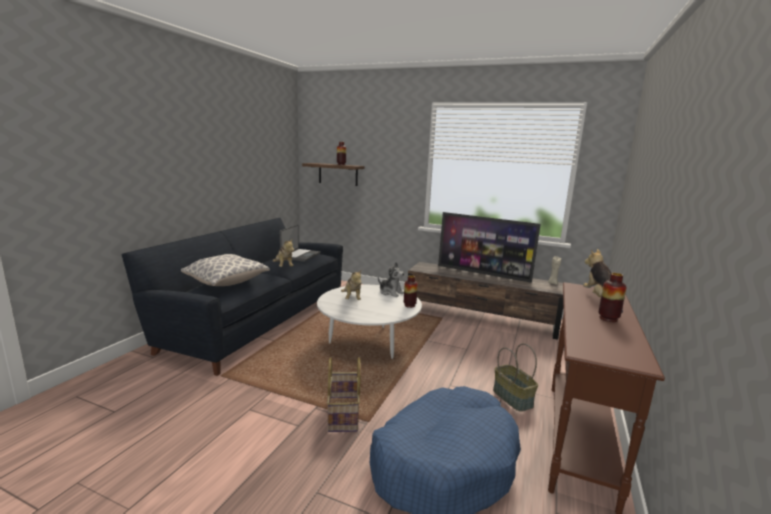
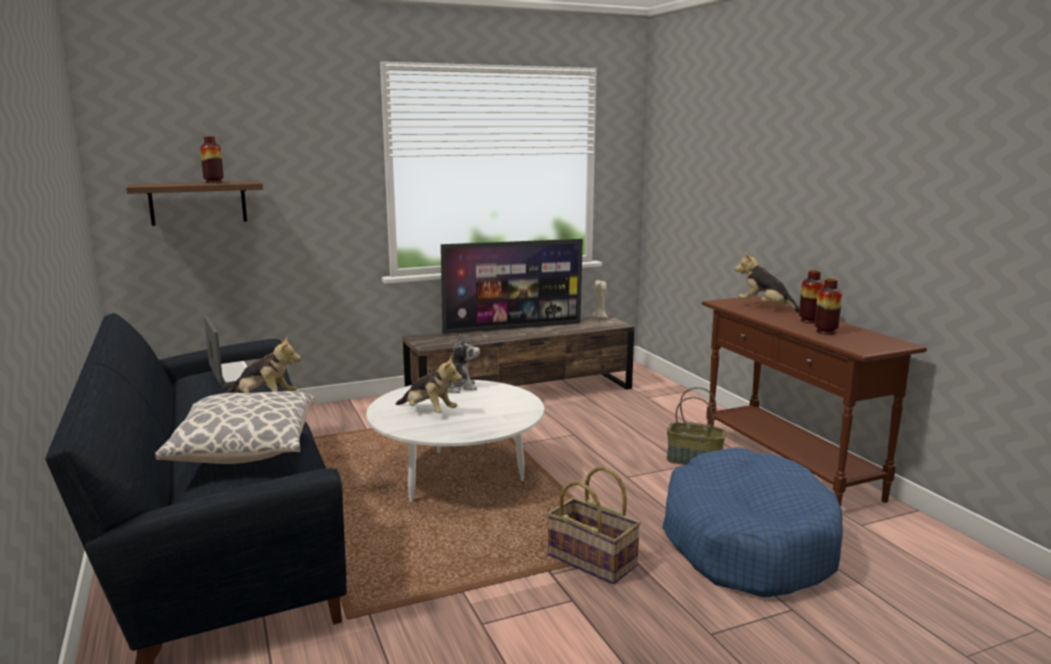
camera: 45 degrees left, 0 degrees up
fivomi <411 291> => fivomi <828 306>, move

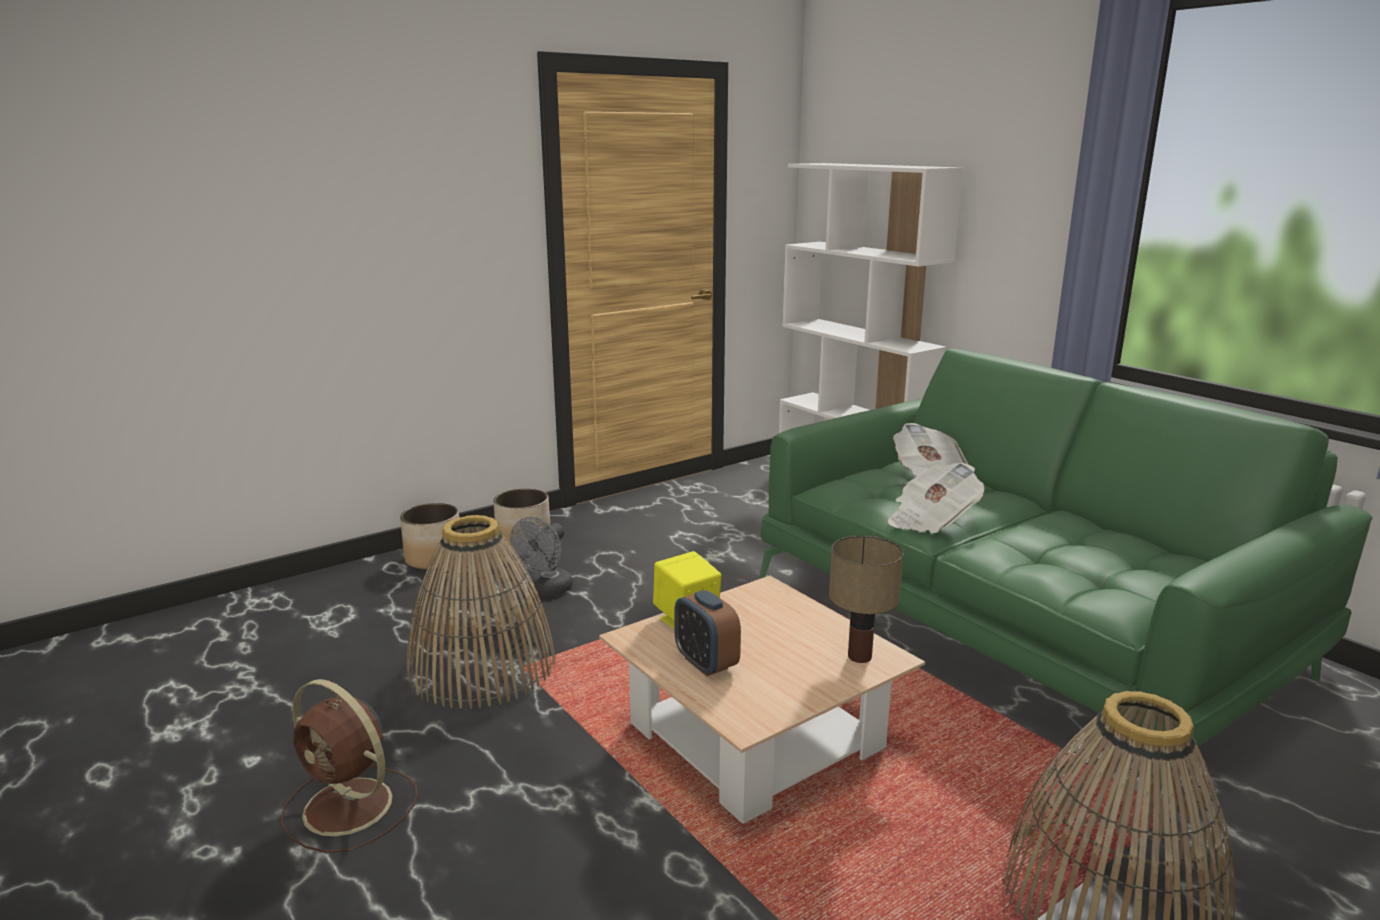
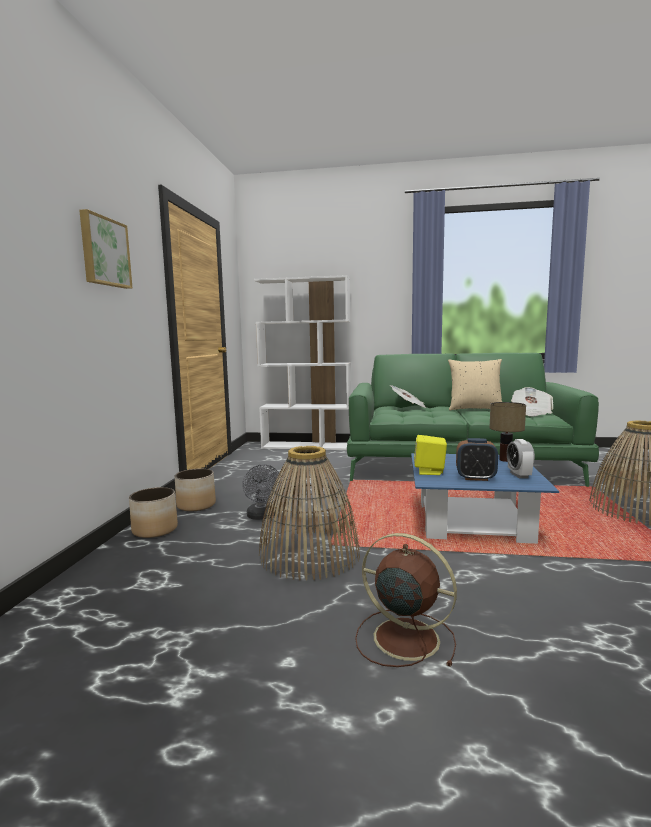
camera: 45 degrees left, 10 degrees down
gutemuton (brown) <349 766> => gutemuton (brown) <406 600>, 135 degrees counterclockwise
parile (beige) <762 700> => parile (blue) <485 498>
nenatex <936 498> => nenatex <532 402>, move
nothing => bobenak <105 249>
nothing => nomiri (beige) <475 384>
nothing => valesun <521 458>

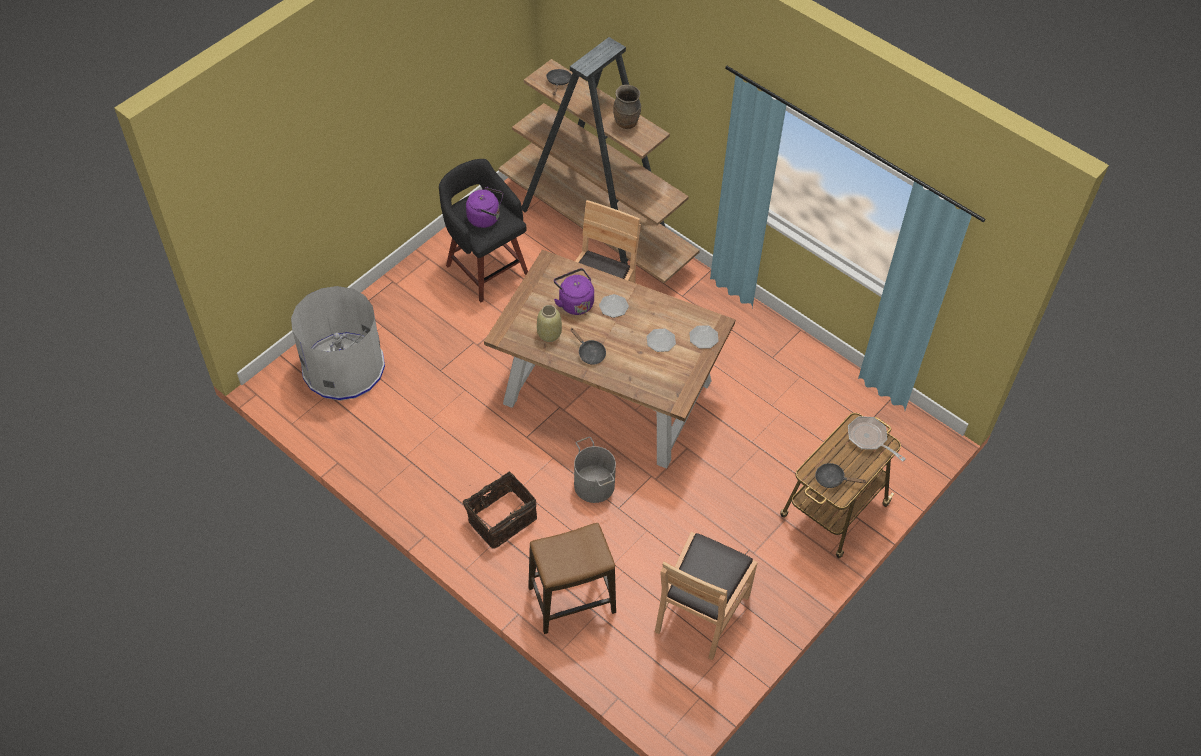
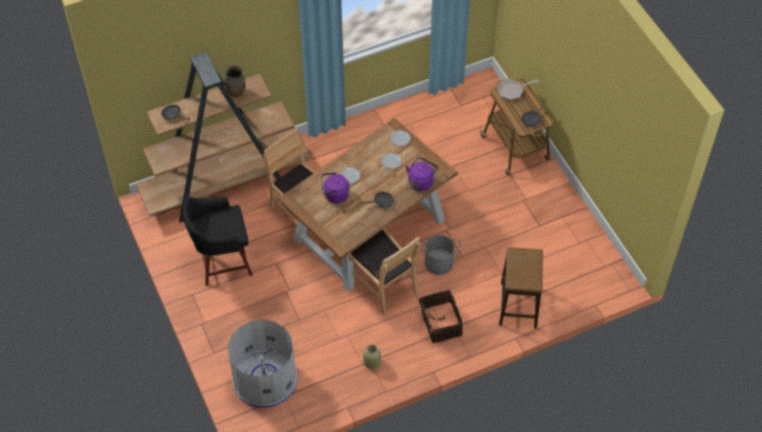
camera: 65 degrees left, 0 degrees up
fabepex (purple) <484 207> => fabepex (purple) <422 174>, move
fivomi (beige) <549 323> => fivomi (beige) <372 357>, move
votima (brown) <706 596> => votima (brown) <384 272>, move

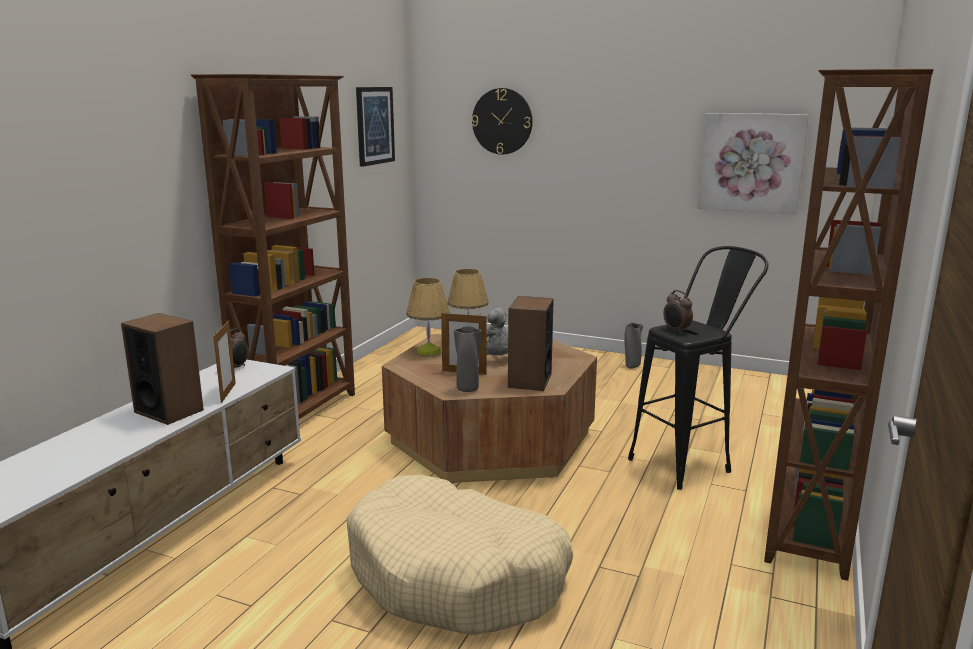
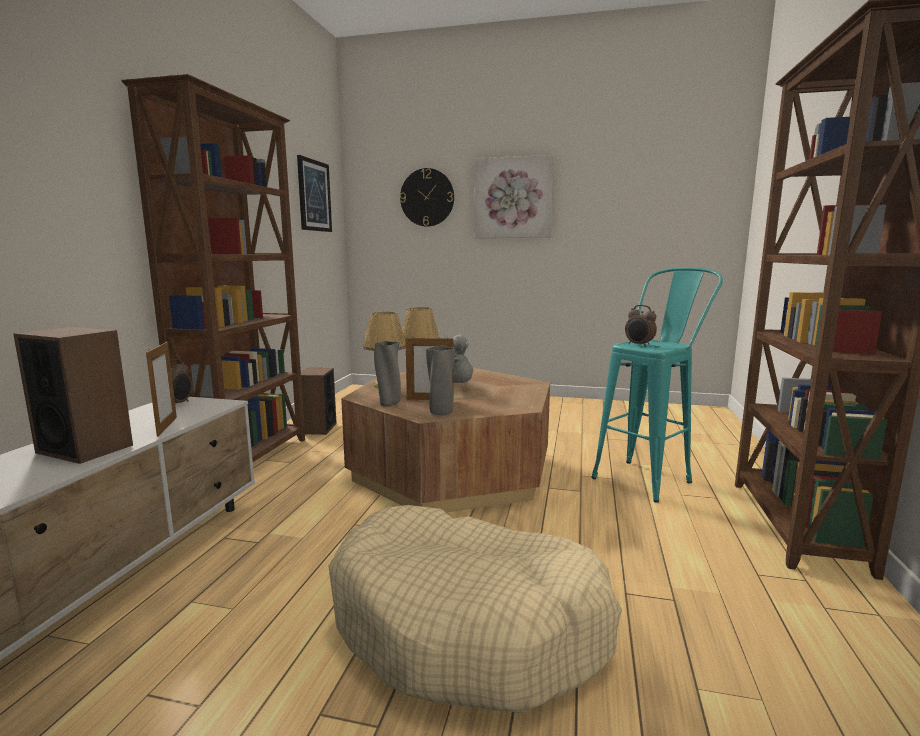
camera: 10 degrees left, 5 degrees down
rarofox <531 343> => rarofox <319 401>, move
fivomi (grey) <633 346> => fivomi (grey) <387 373>, move
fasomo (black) <698 368> => fasomo (turquoise) <657 384>
bobenak <753 164> => bobenak <514 196>, move

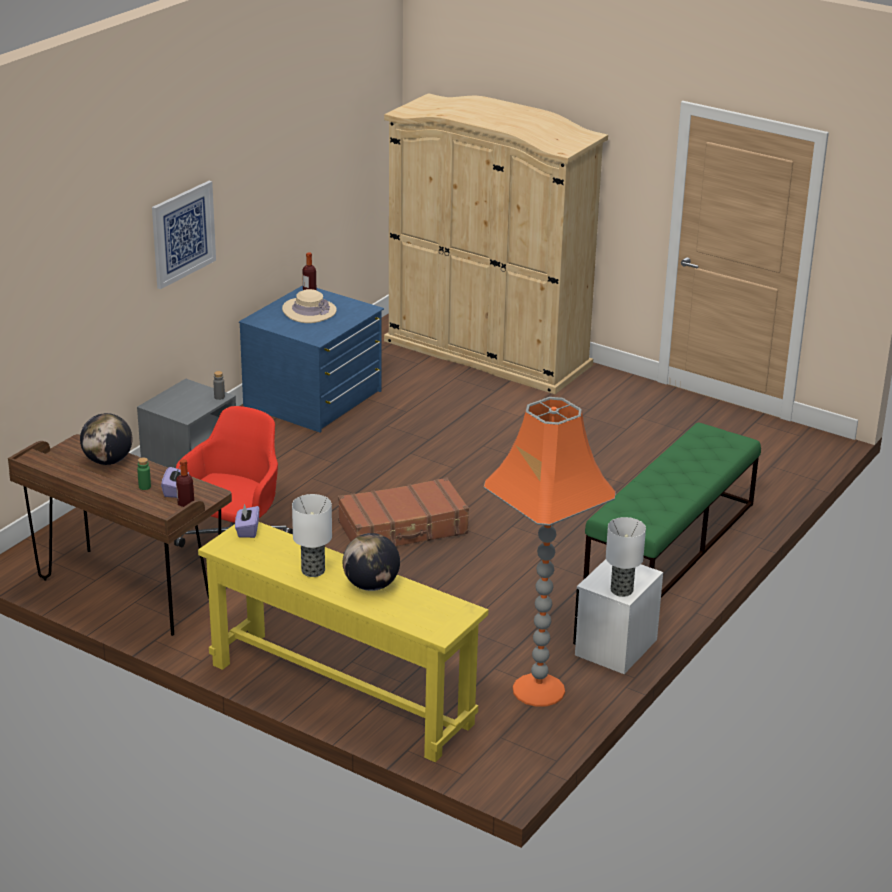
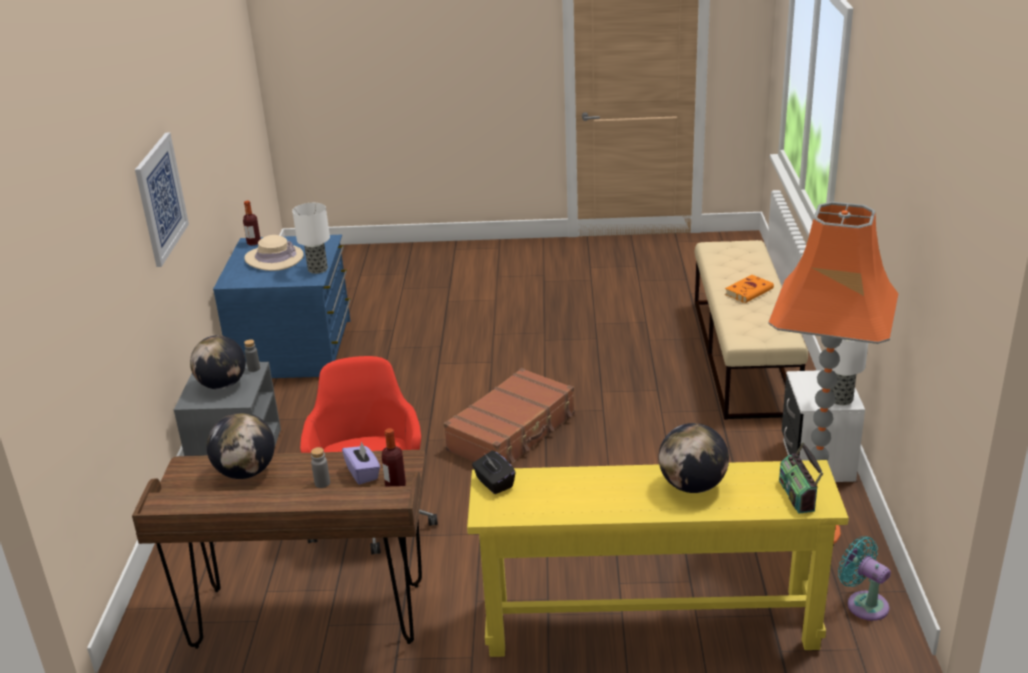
camera: 30 degrees left, 0 degrees up
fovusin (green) <144 473> => fovusin (grey) <320 467>
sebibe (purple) <247 521> => sebibe (black) <494 472>
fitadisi <312 535> => fitadisi <311 238>, move
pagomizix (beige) <496 243> => nothing
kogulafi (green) <672 510> => kogulafi (beige) <751 330>
nothing => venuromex <218 362>
nothing => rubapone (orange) <749 289>
nothing => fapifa <801 478>
nothing => gutemuton (turquoise) <864 578>

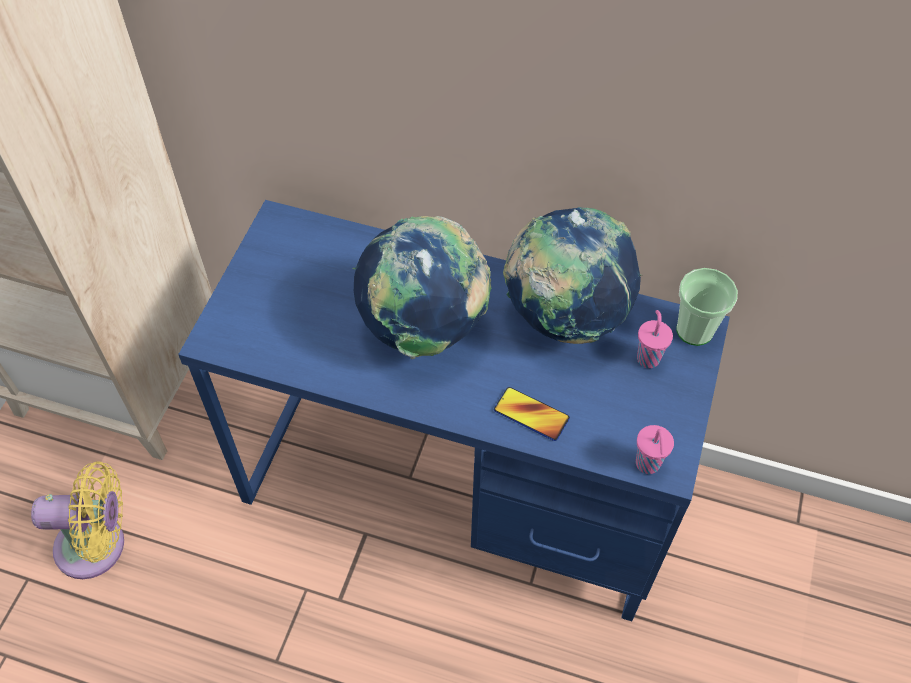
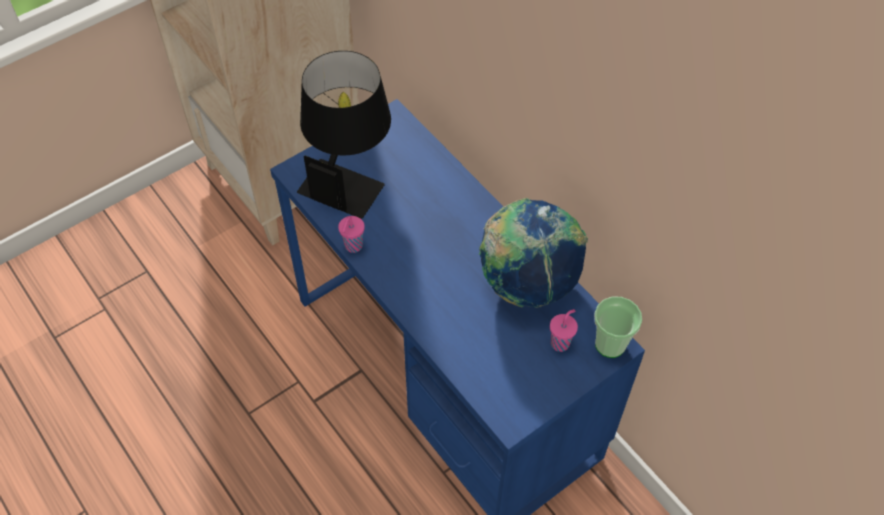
camera: 35 degrees right, 0 degrees up
gutemuton (yellow) <77 520> => nothing
venuromex <422 287> => nothing
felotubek <532 414> => nothing
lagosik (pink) <655 449> => lagosik (pink) <351 234>, move
nothing => fitadisi (black) <344 135>

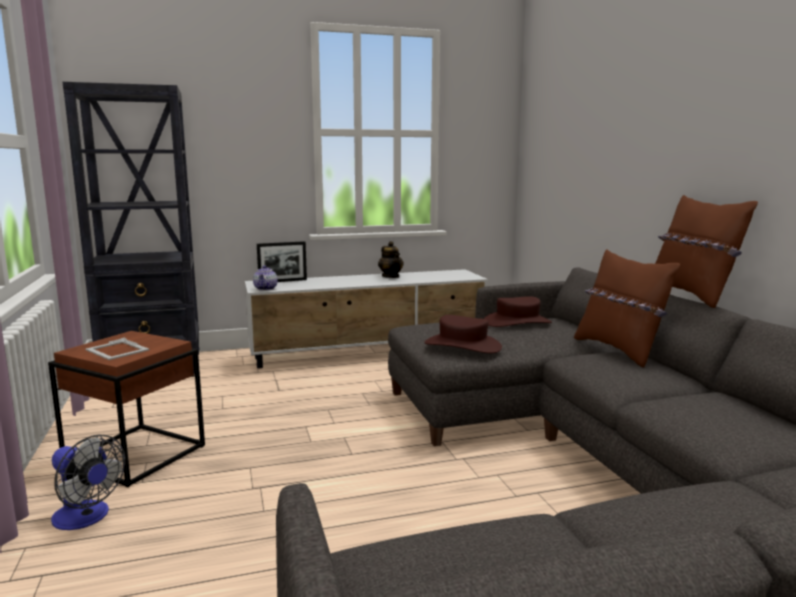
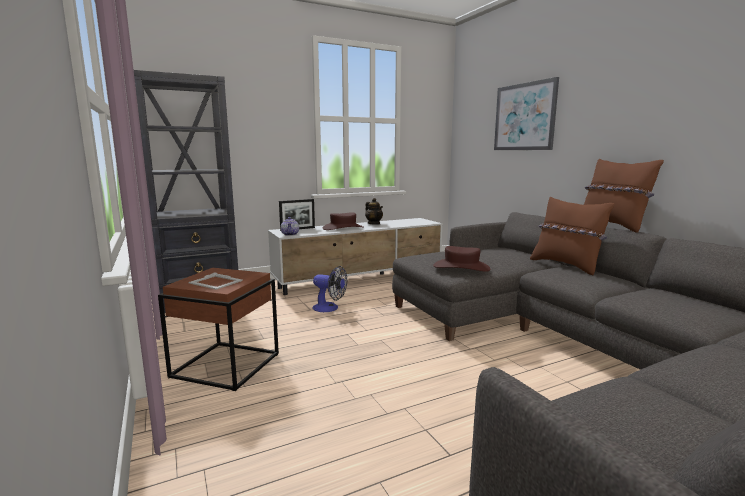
camera: 10 degrees left, 0 degrees up
gutemuton <88 482> => gutemuton <330 289>, move
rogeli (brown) <518 311> => rogeli (brown) <343 221>, move
nothing => bobenak <526 113>

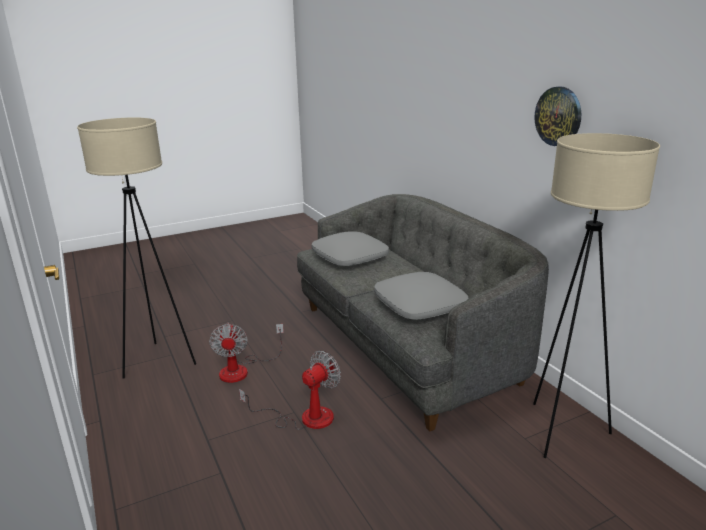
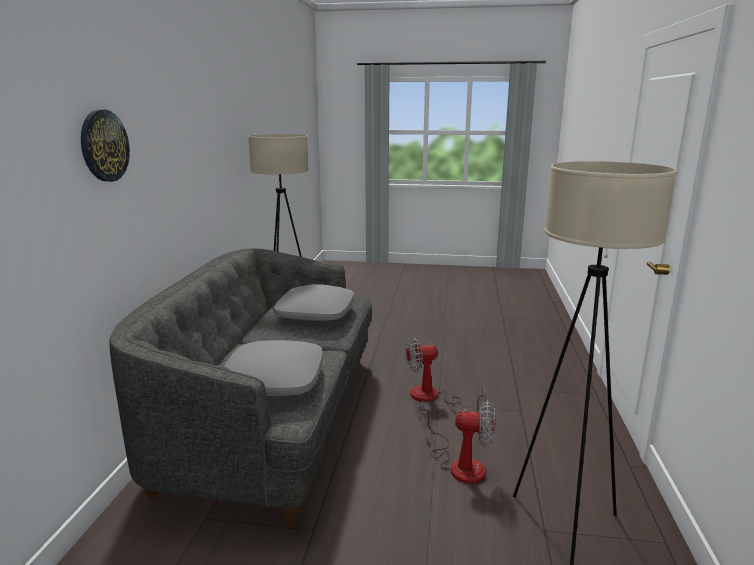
camera: 145 degrees left, 5 degrees down
gutemuton <246 353> => gutemuton <458 441>, 75 degrees clockwise
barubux <558 116> => barubux <105 146>, move

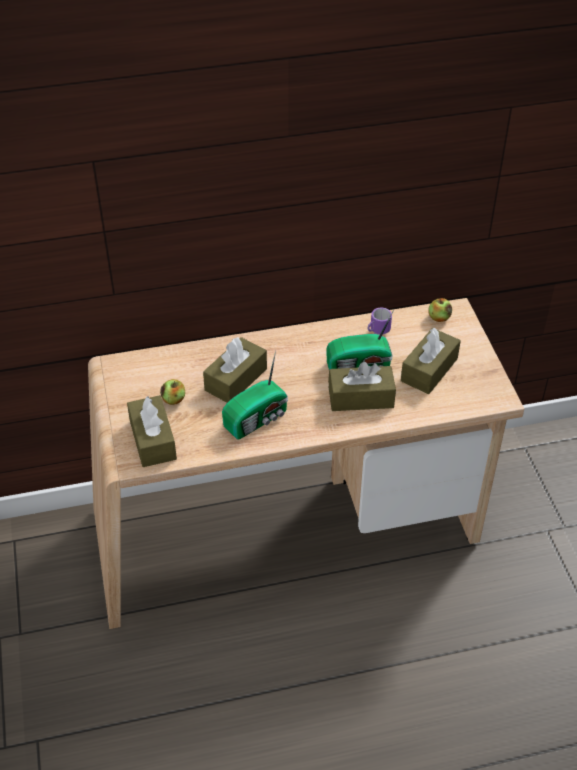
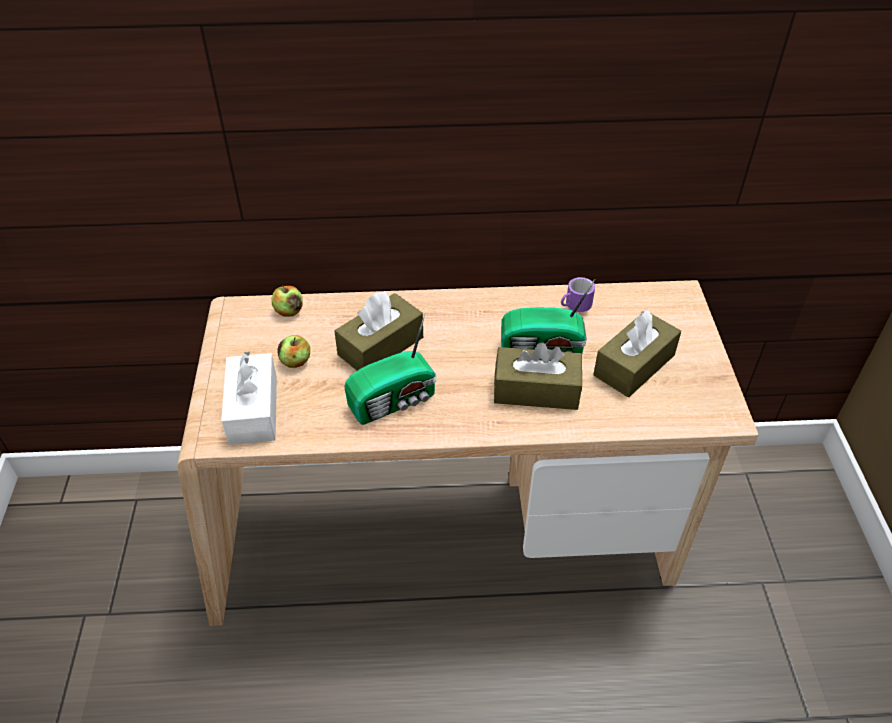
camera: 10 degrees right, 0 degrees up
sebibe (brown) <152 431> => sebibe (white) <249 398>
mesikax <440 310> => mesikax <287 301>, move

